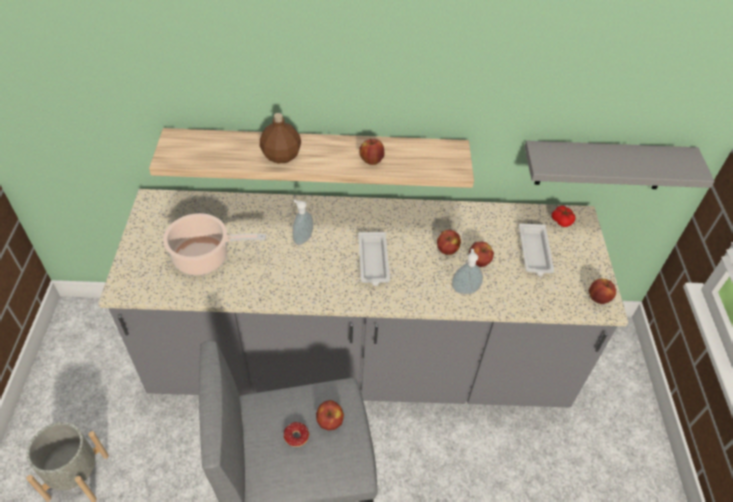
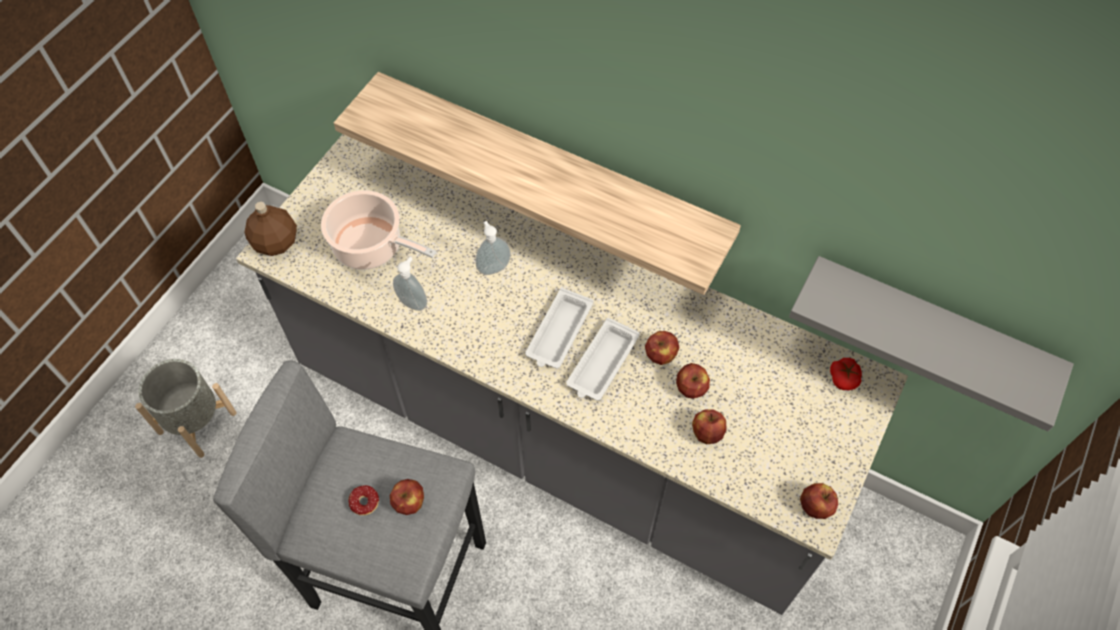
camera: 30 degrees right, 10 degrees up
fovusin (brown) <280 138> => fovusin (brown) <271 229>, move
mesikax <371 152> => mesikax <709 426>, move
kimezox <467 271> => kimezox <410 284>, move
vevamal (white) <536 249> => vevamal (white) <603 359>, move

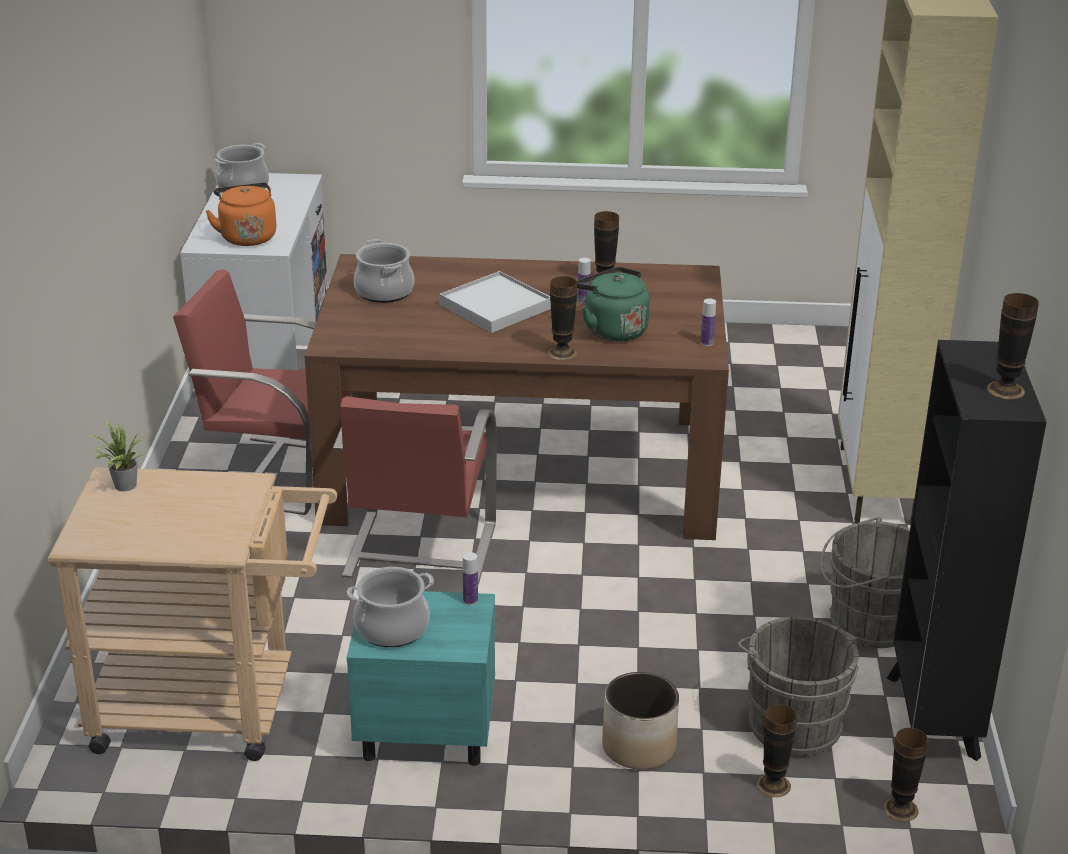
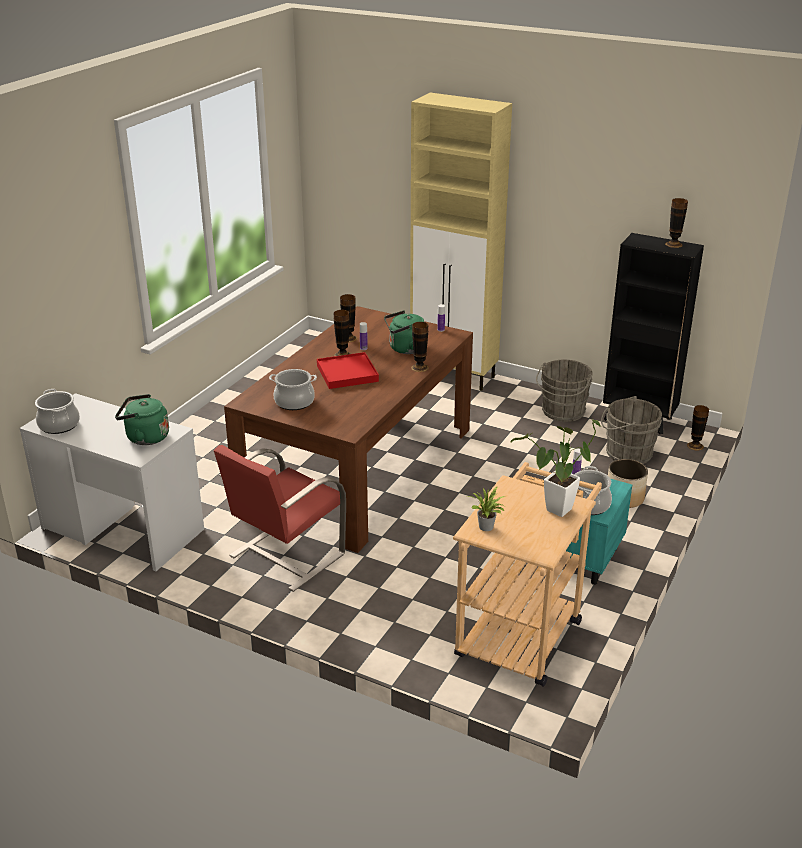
camera: 65 degrees left, 0 degrees up
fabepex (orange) <241 214> => fabepex (green) <142 419>
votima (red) <415 490> => nothing
vevamal (white) <495 302> => vevamal (red) <348 370>
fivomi <776 751> => fivomi <342 333>, move
nothing => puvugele <555 467>

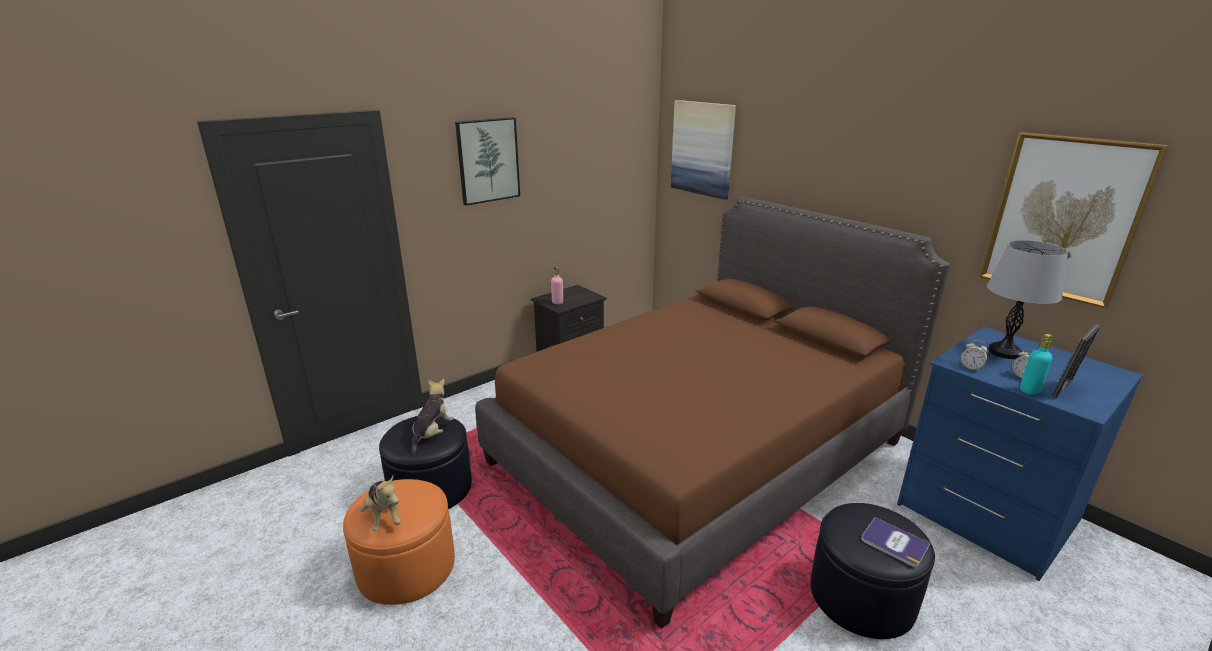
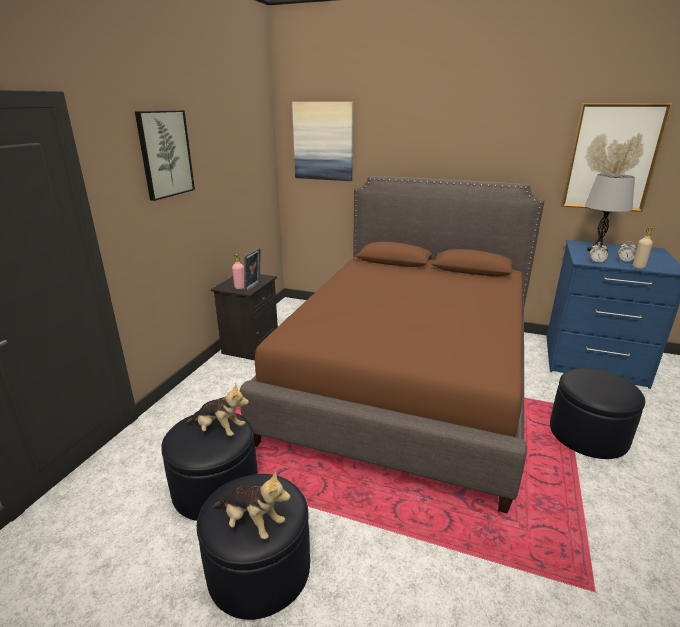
camera: 30 degrees left, 0 degrees up
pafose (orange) <399 542> => pafose (black) <253 547>
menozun <433 417> => menozun <217 410>, 120 degrees clockwise
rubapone <895 542> => nothing
fovusin (turquoise) <1036 364> => fovusin (beige) <643 248>
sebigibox <1076 361> => sebigibox <252 270>, move

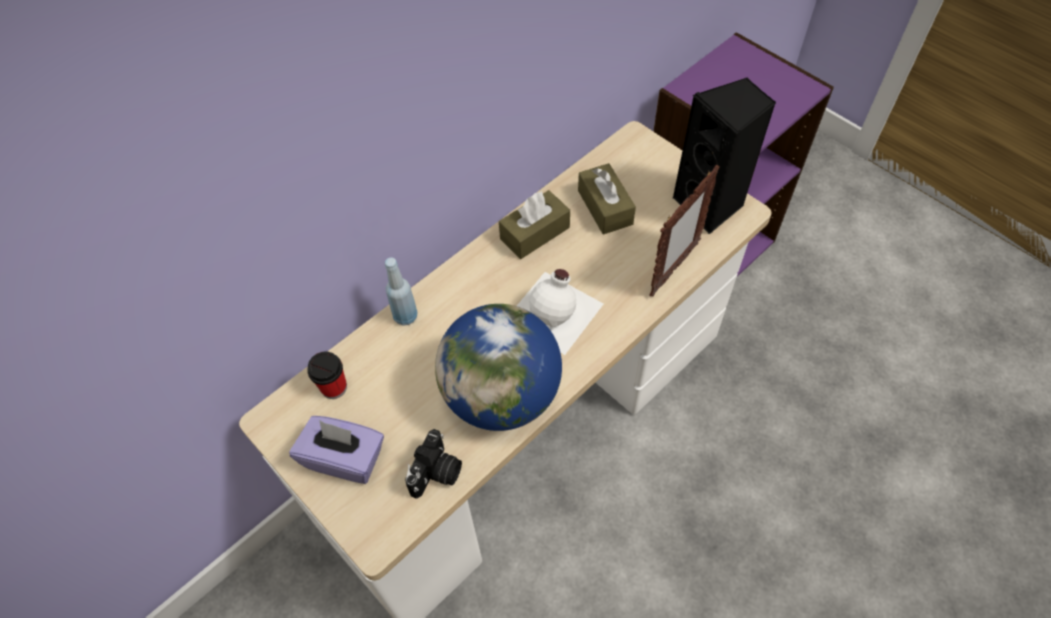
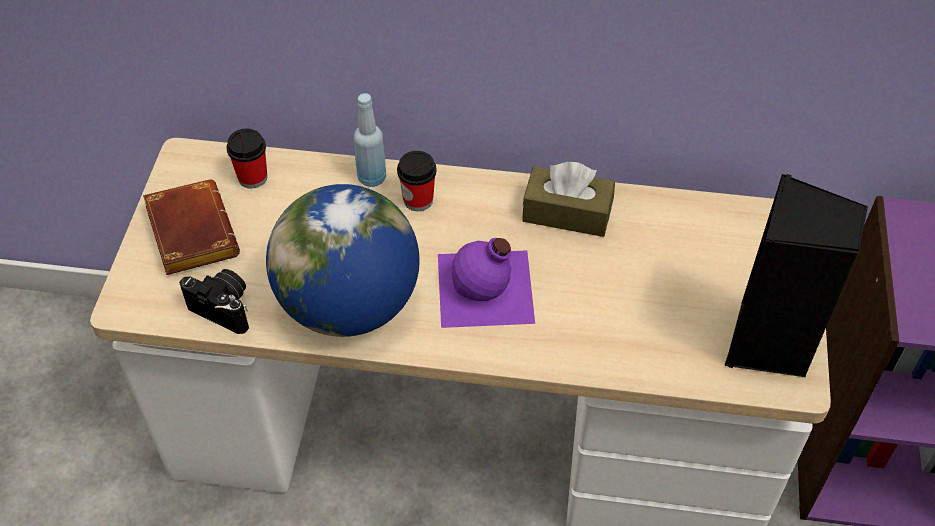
camera: 50 degrees right, 5 degrees down
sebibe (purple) <336 450> => rubapone (brown) <191 227>
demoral <433 464> => demoral <214 301>, 135 degrees counterclockwise
fovusin (white) <560 312> => fovusin (purple) <486 283>
sebibe (brown) <607 198> => nothing
sebigibox <684 231> => nothing
nothing => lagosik <417 181>

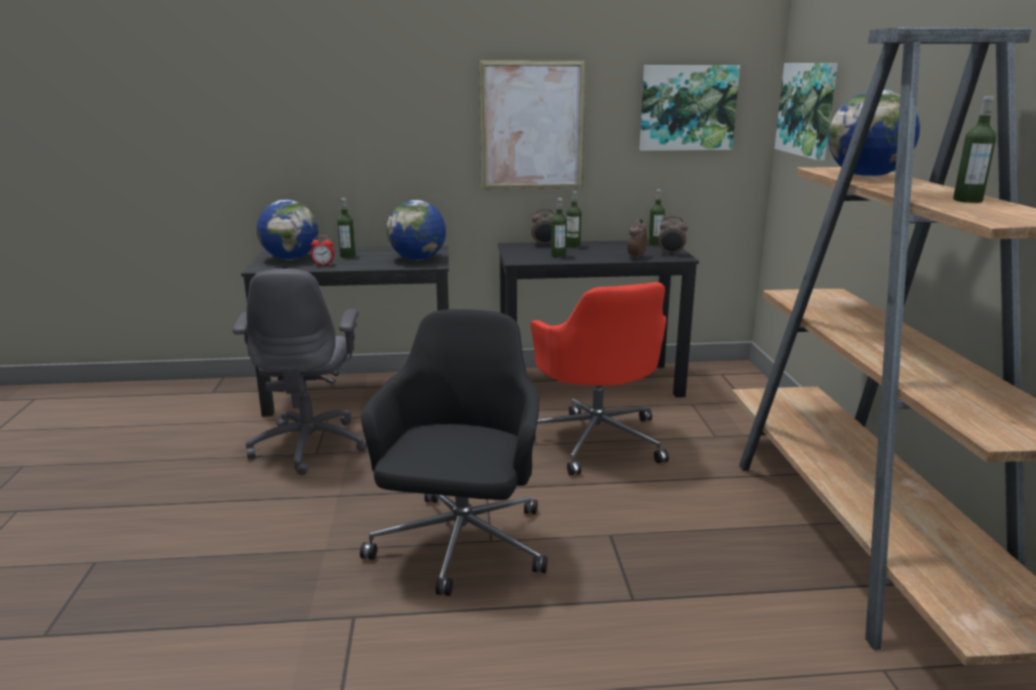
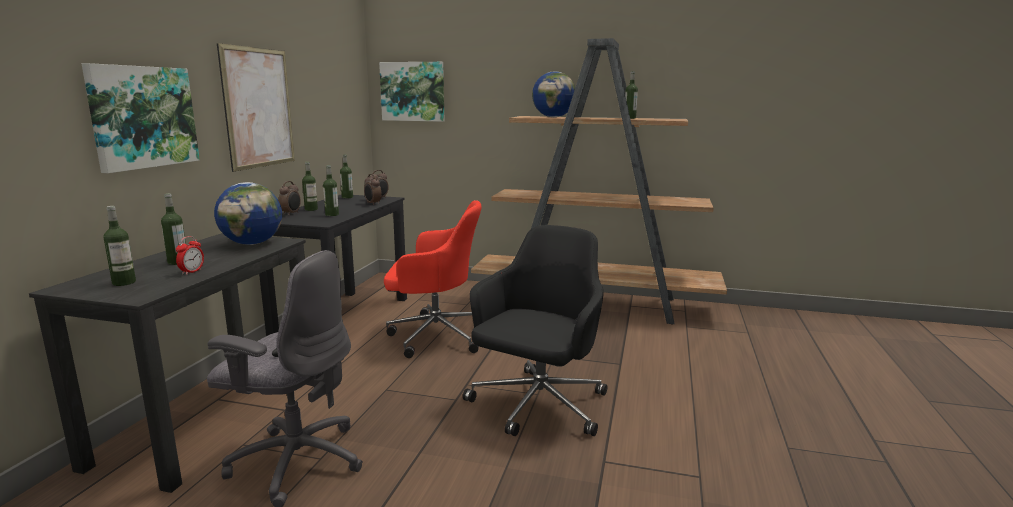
camera: 70 degrees left, 5 degrees down
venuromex <287 230> => fovusin <120 246>
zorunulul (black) <453 452> => zorunulul (black) <535 330>, 90 degrees clockwise
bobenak <689 108> => bobenak <140 118>, move

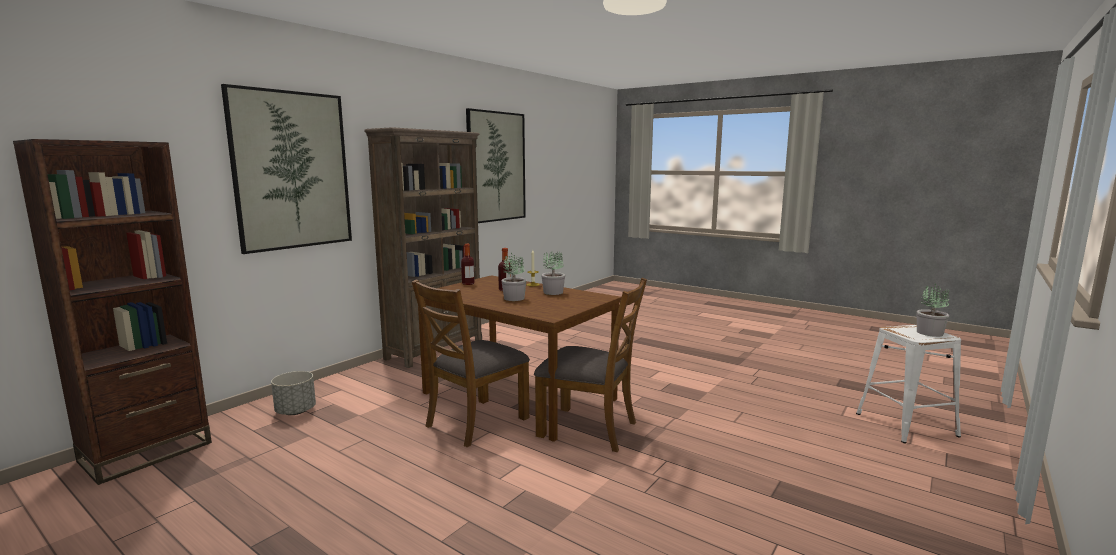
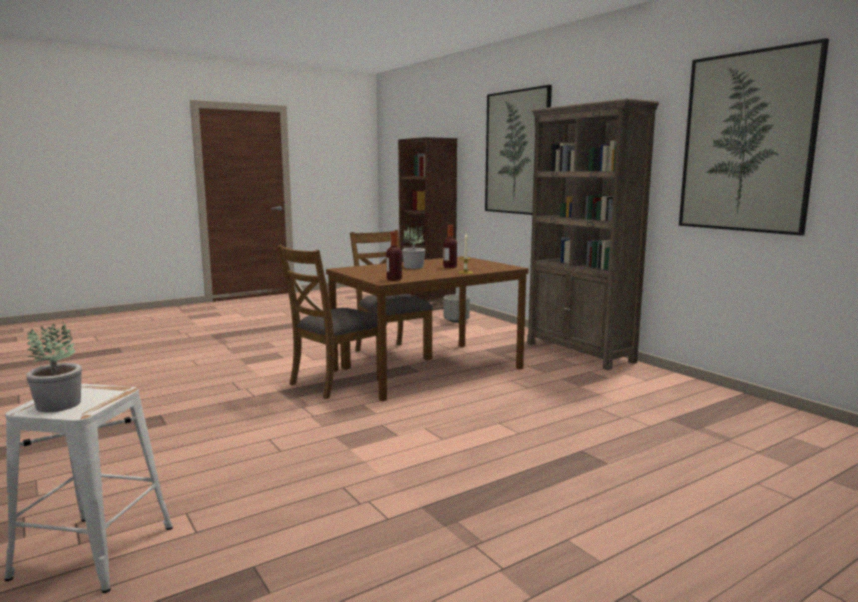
camera: 110 degrees right, 0 degrees up
fovusin <468 264> => fovusin <394 256>, move
puvugele <553 273> => nothing

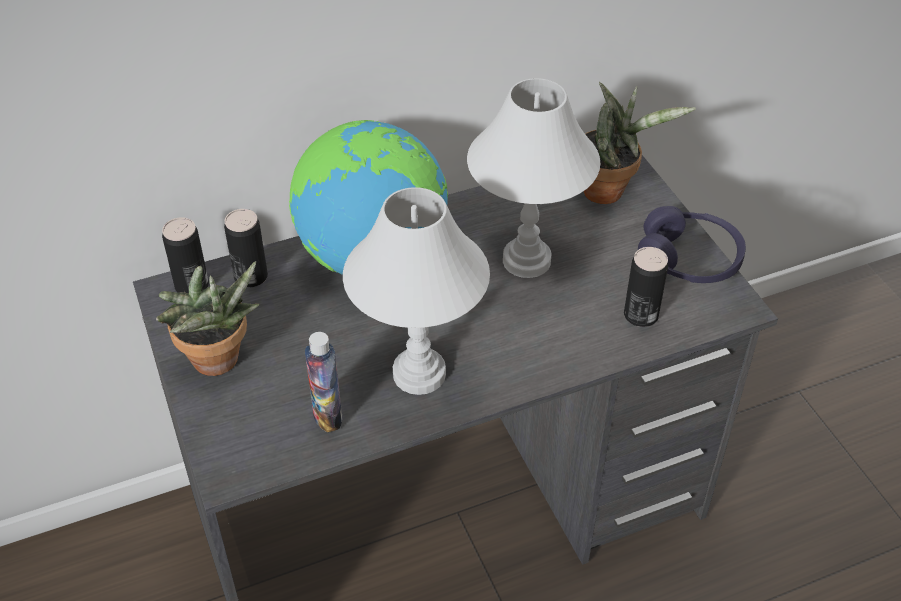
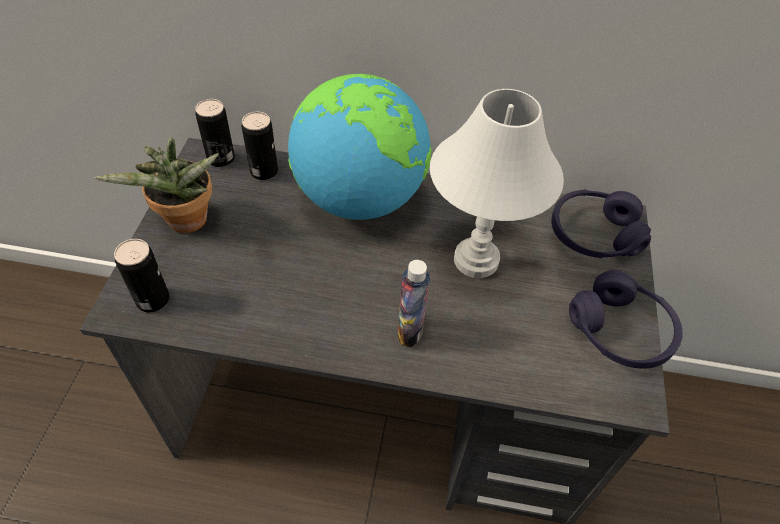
camera: 30 degrees right, 5 degrees up
fovusin <323 382> => fovusin <413 303>, move
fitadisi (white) <416 291> => nothing
puvugele <640 143> => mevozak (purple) <601 223>
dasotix <646 287> => dasotix <142 276>, move

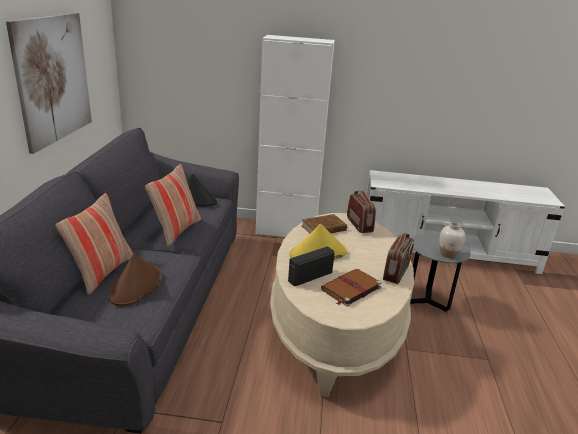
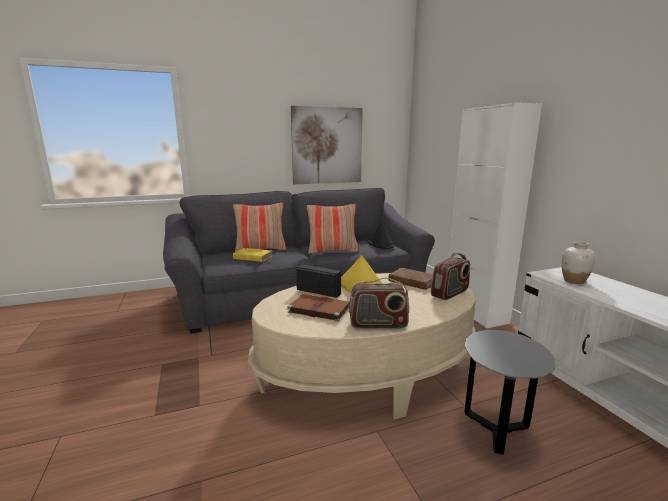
camera: 65 degrees right, 10 degrees down
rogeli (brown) <135 280> => rubapone (yellow) <252 255>
fivomi (white) <452 240> => fivomi (white) <579 262>, move

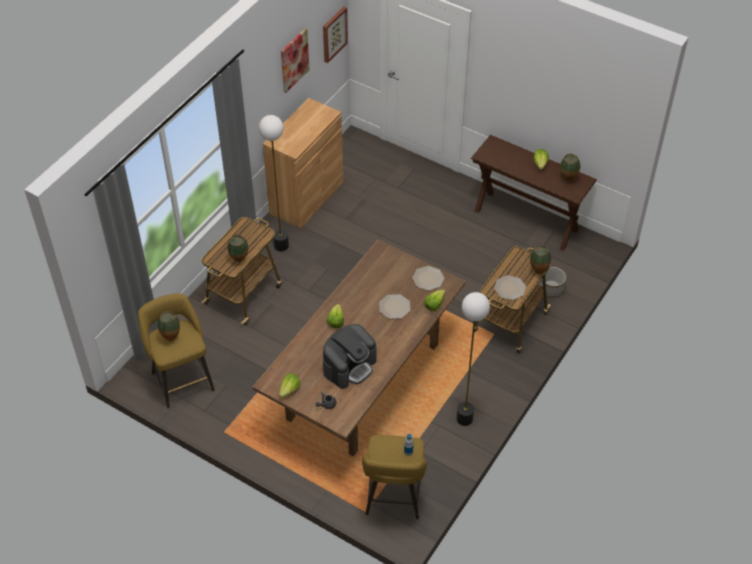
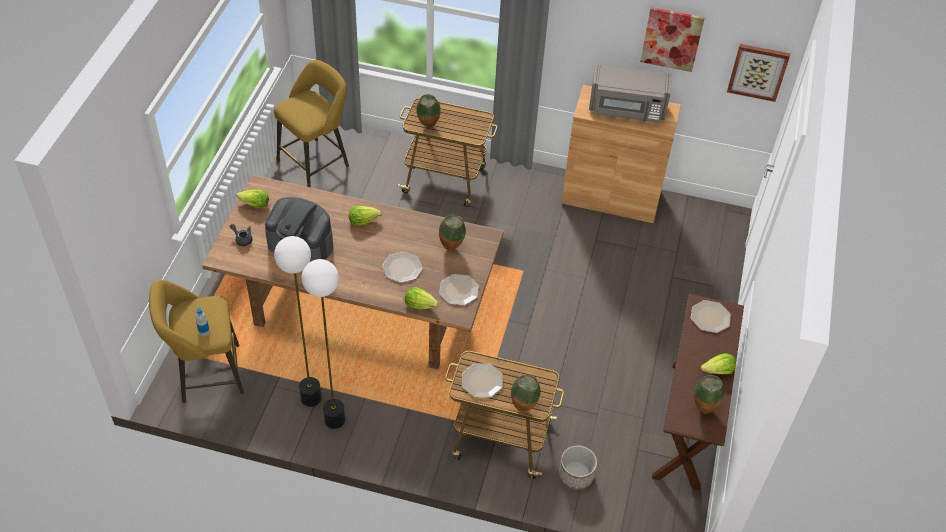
camera: 70 degrees right, 0 degrees up
fivomi <169 326> => fivomi <452 232>, move
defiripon <274 183> => defiripon <298 321>, move
nothing => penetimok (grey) <630 93>
nothing => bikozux <711 316>

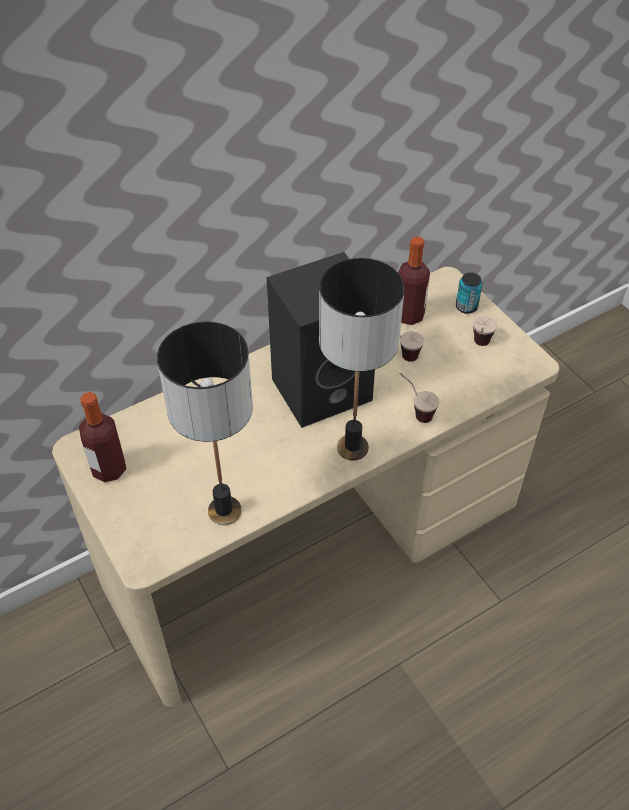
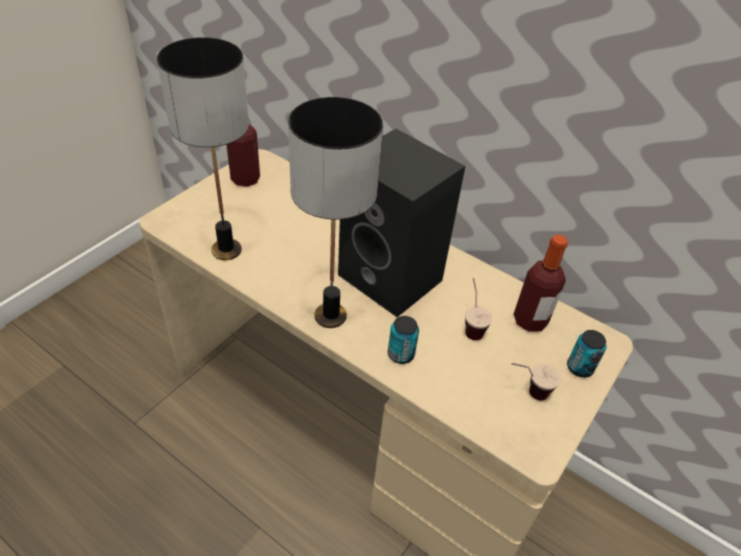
camera: 65 degrees right, 5 degrees down
lagosik <419 398> => dasotix <403 340>

